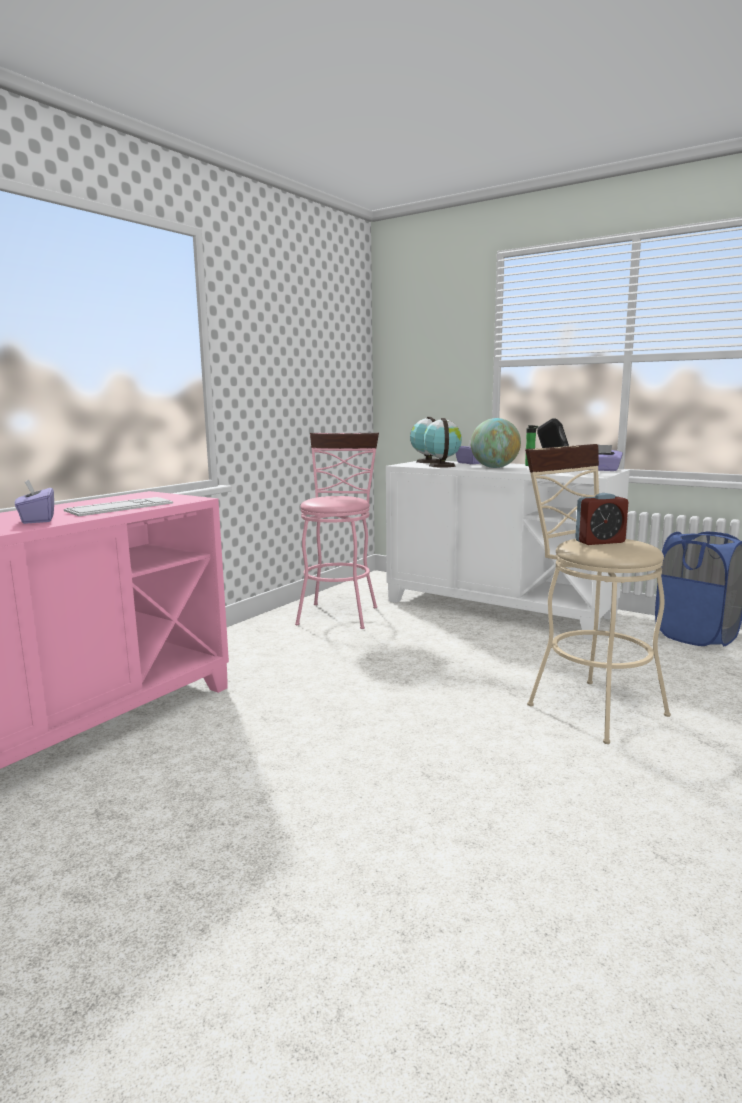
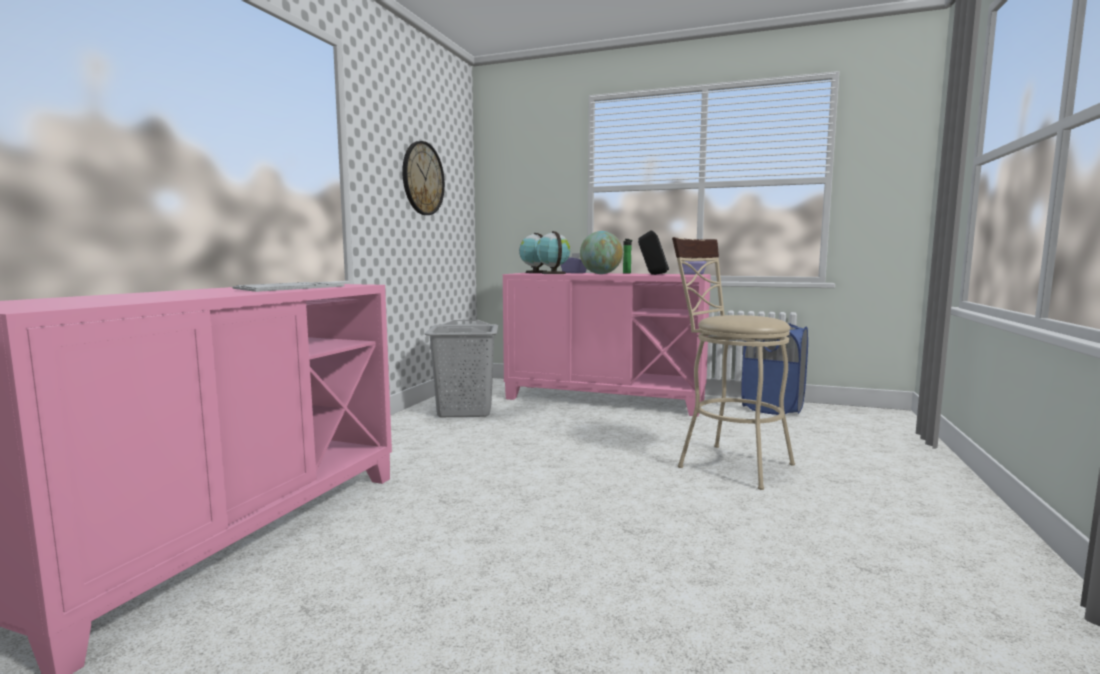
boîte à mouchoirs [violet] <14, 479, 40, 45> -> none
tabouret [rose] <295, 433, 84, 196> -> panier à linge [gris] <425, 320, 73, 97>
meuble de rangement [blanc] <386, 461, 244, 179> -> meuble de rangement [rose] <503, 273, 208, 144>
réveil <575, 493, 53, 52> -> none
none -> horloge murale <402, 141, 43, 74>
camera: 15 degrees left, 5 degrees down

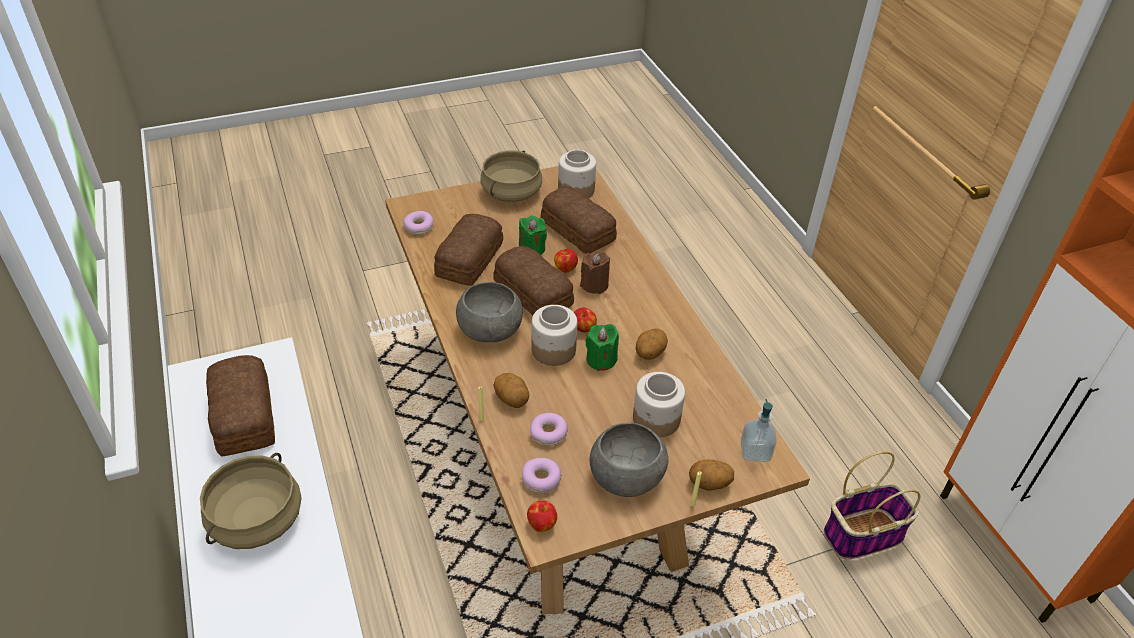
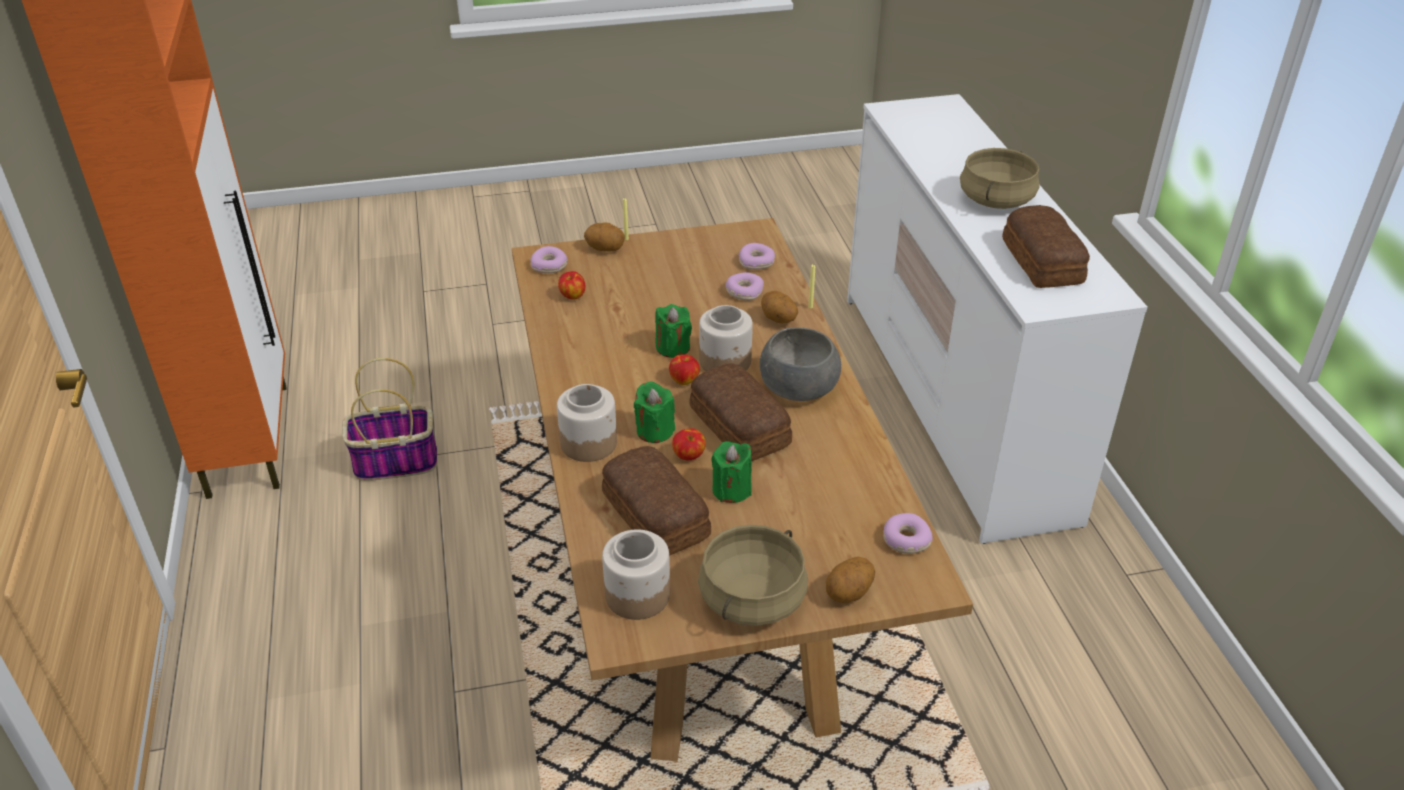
pain <434, 214, 69, 72> -> none
pomme <527, 500, 30, 32> -> pomme <558, 271, 27, 29>, move
bougie [marron] <580, 251, 30, 43> -> bougie [vert] <634, 381, 41, 62>
bol [gris] <590, 423, 79, 74> -> none
bocal <633, 372, 52, 65> -> bocal <557, 384, 60, 78>, move
pomme de terre <636, 328, 32, 32> -> pomme de terre <826, 557, 49, 46>, move
distributeur de savon <741, 399, 35, 63> -> beignet <531, 246, 37, 27>
camera: 170 degrees left, 5 degrees down

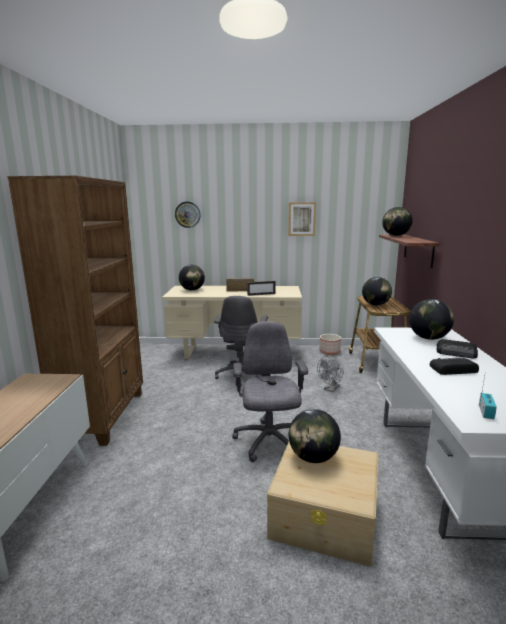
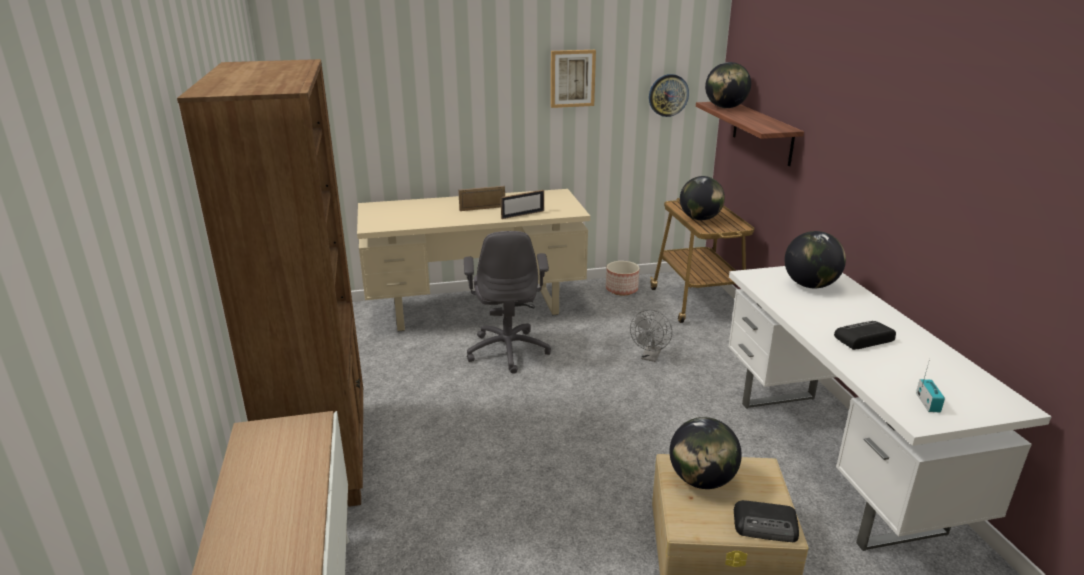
horloge murale <175, 202, 26, 26> -> horloge murale <649, 74, 40, 43>, move
globe <179, 265, 26, 25> -> none
chaise de bureau [gris] <232, 321, 76, 141> -> none
radio <436, 339, 42, 20> -> radio <734, 500, 65, 42>, move
camera: 15 degrees left, 10 degrees up

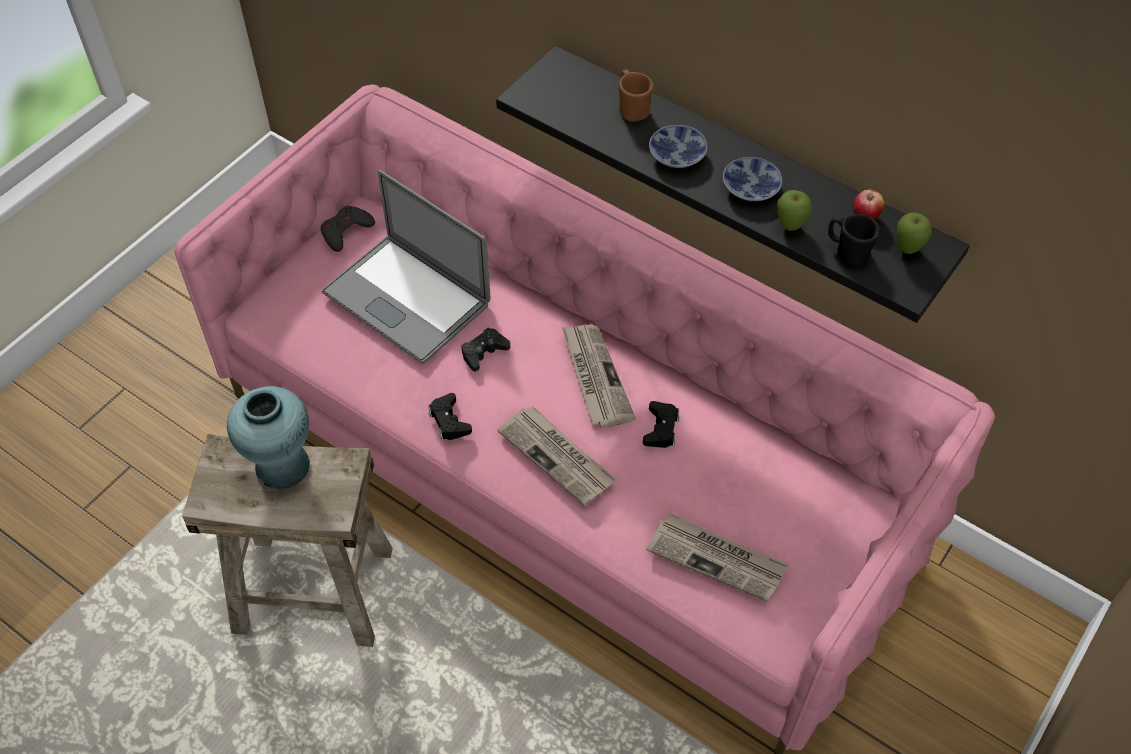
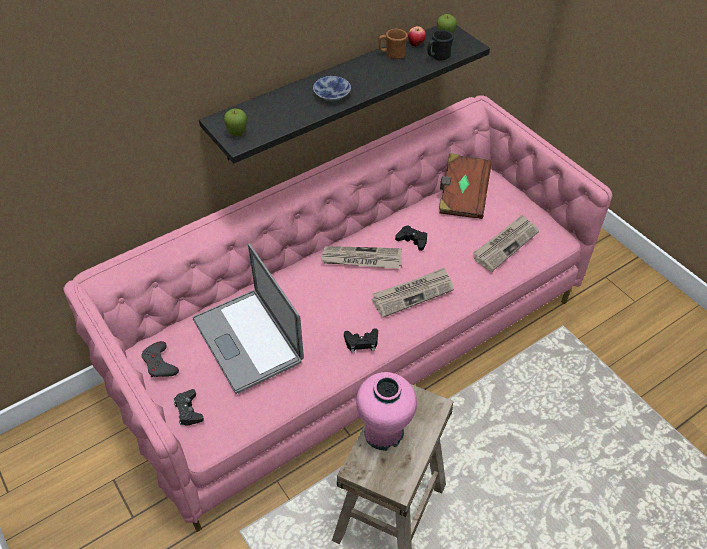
vase [turquoise] <227, 386, 83, 103> -> vase [rose] <356, 372, 61, 79>
ordinateur portable <322, 169, 169, 195> -> ordinateur portable <192, 244, 112, 150>, 90 degrees clockwise
manette [noir] <461, 328, 49, 43> -> manette [noir] <173, 389, 31, 37>, move
mug [marron] <619, 70, 35, 52> -> mug [marron] <378, 29, 30, 30>, move
bol <723, 157, 59, 44> -> none
pomme <778, 190, 34, 41> -> pomme <224, 109, 23, 27>, move
none -> livre [marron] <439, 153, 53, 66>
camera: 70 degrees left, 5 degrees down

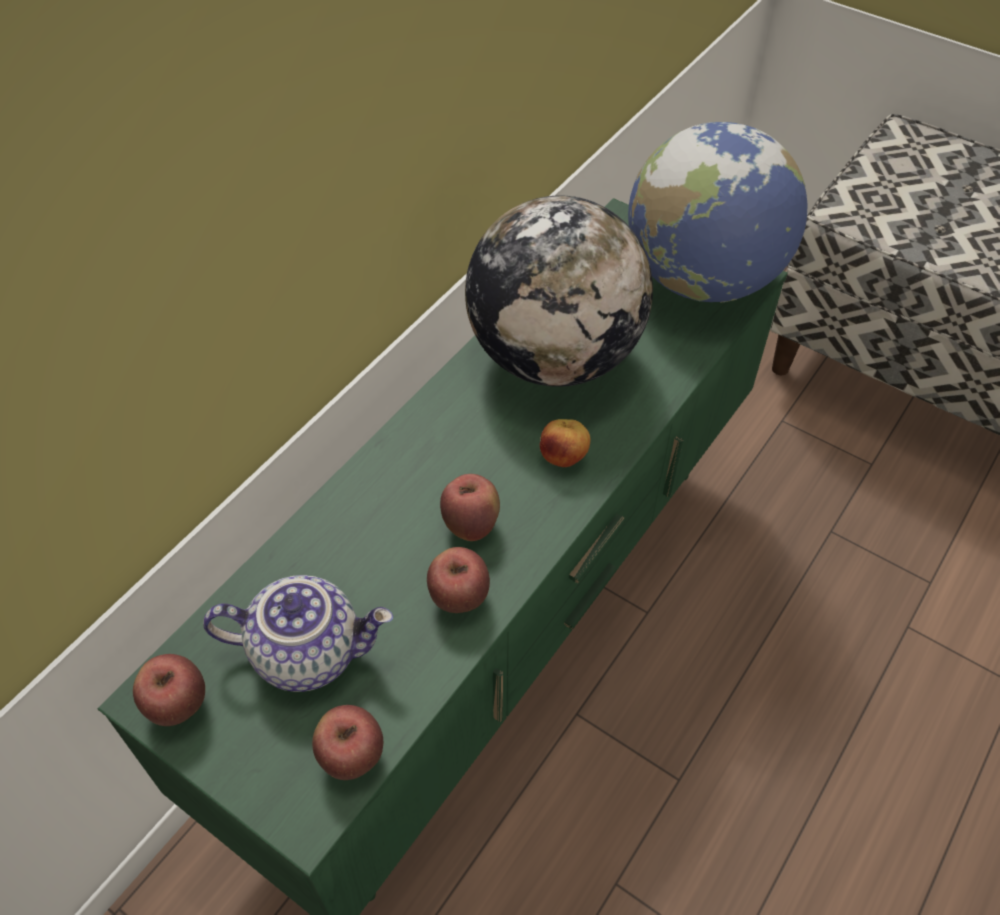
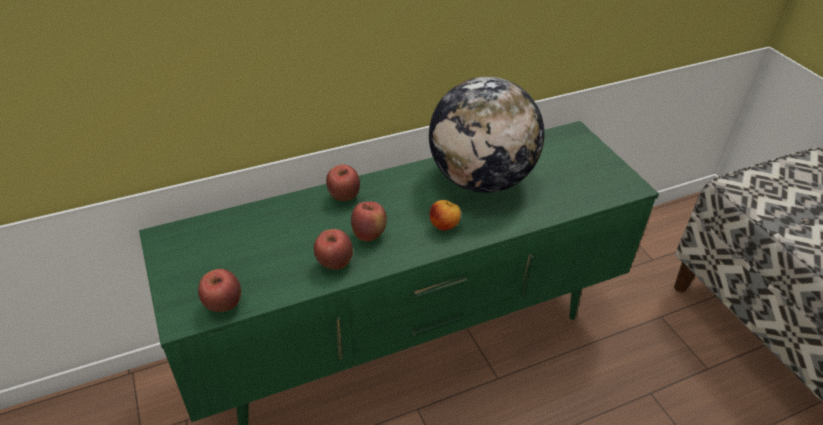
pomme <133, 654, 72, 72> -> pomme <326, 164, 34, 37>, move
théière <203, 575, 190, 117> -> none
globe <628, 122, 179, 181> -> none
camera: 30 degrees right, 10 degrees down

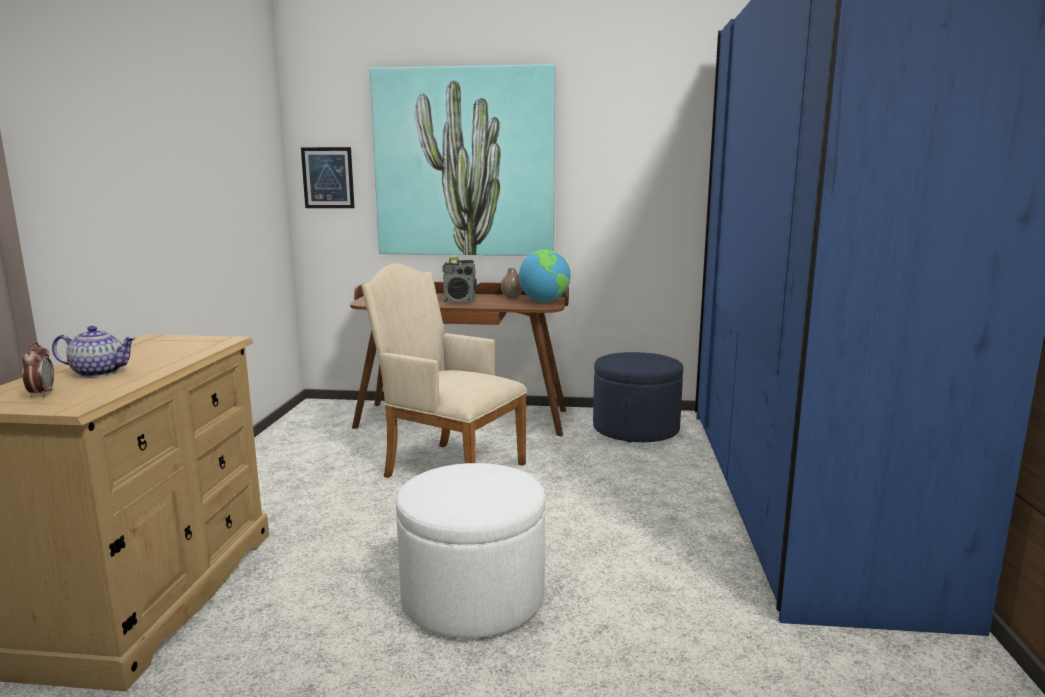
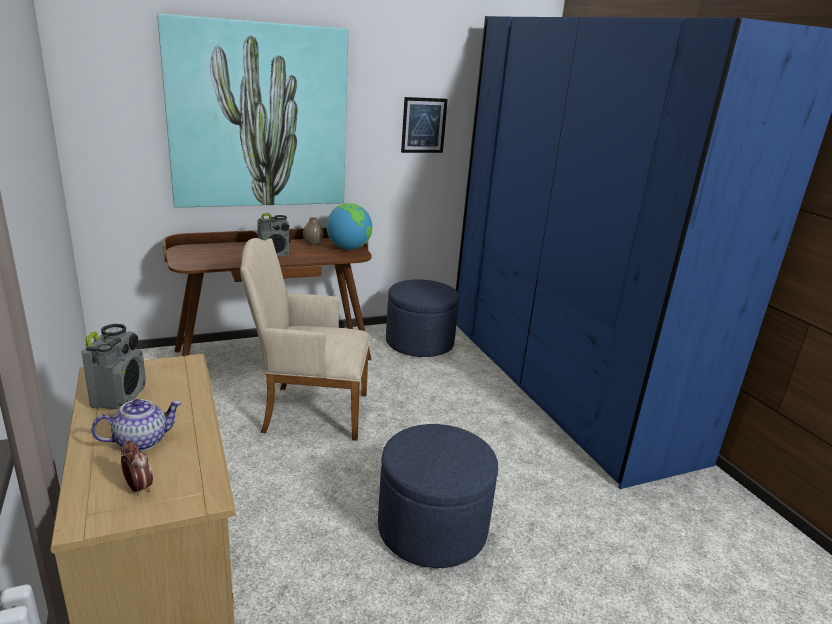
tableau <301, 147, 53, 61> -> tableau <401, 97, 47, 56>, move
pouf [blanc] <396, 463, 149, 175> -> pouf [bleu] <378, 424, 120, 144>
none -> radio <81, 324, 65, 85>
camera: 30 degrees left, 10 degrees up

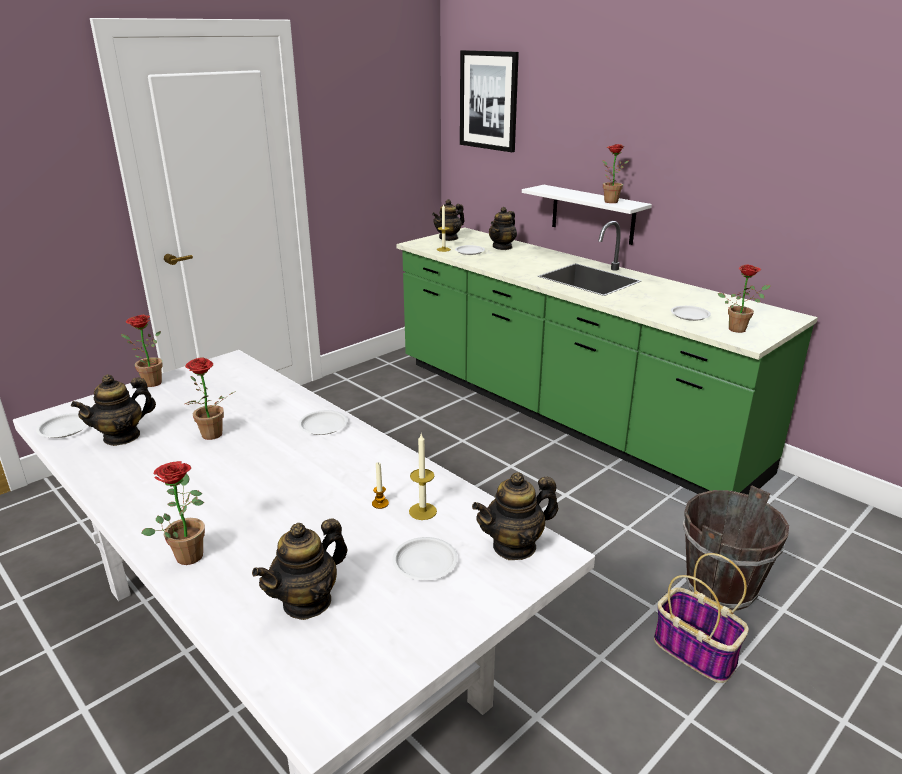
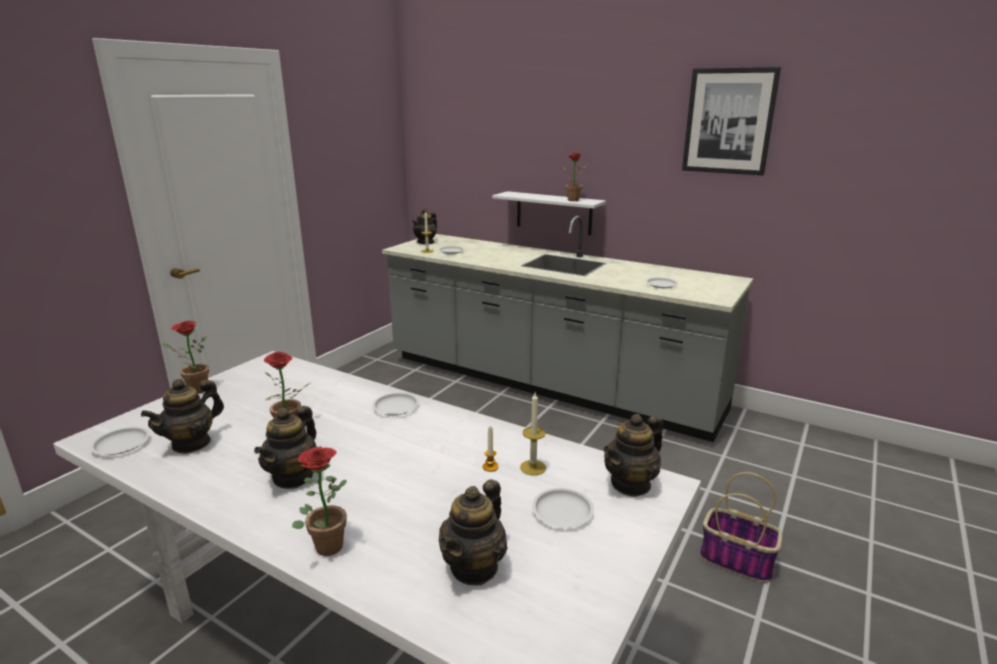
comptoir de cuisine [vert] <396, 221, 422, 274> -> comptoir de cuisine [gris] <382, 216, 371, 226>
tableau <460, 50, 59, 102> -> tableau <682, 67, 99, 109>, move
théière <489, 207, 28, 43> -> théière <254, 406, 62, 83>, move
seau [marron] <683, 486, 106, 125> -> none
plante en pot <718, 265, 52, 68> -> none
camera: 15 degrees left, 5 degrees down

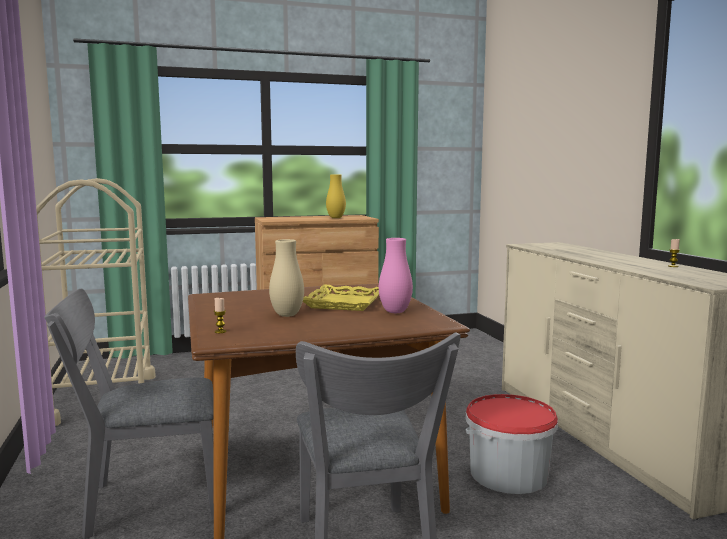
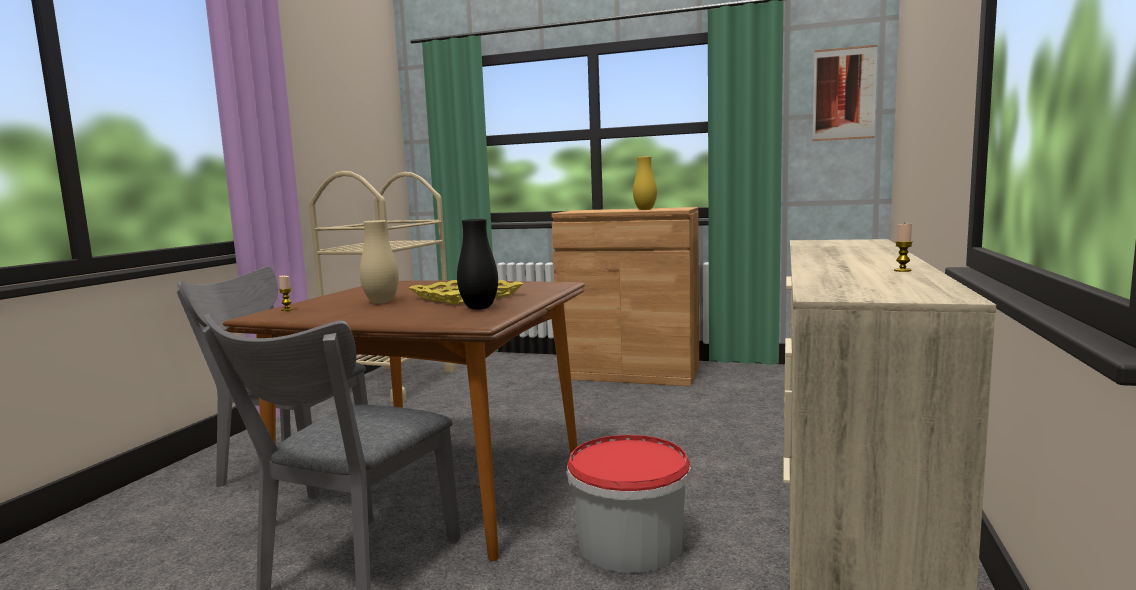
vase [rose] <379, 238, 34, 75> -> vase [noir] <457, 219, 41, 91>
none -> tableau <813, 45, 65, 96>
camera: 35 degrees right, 0 degrees up

